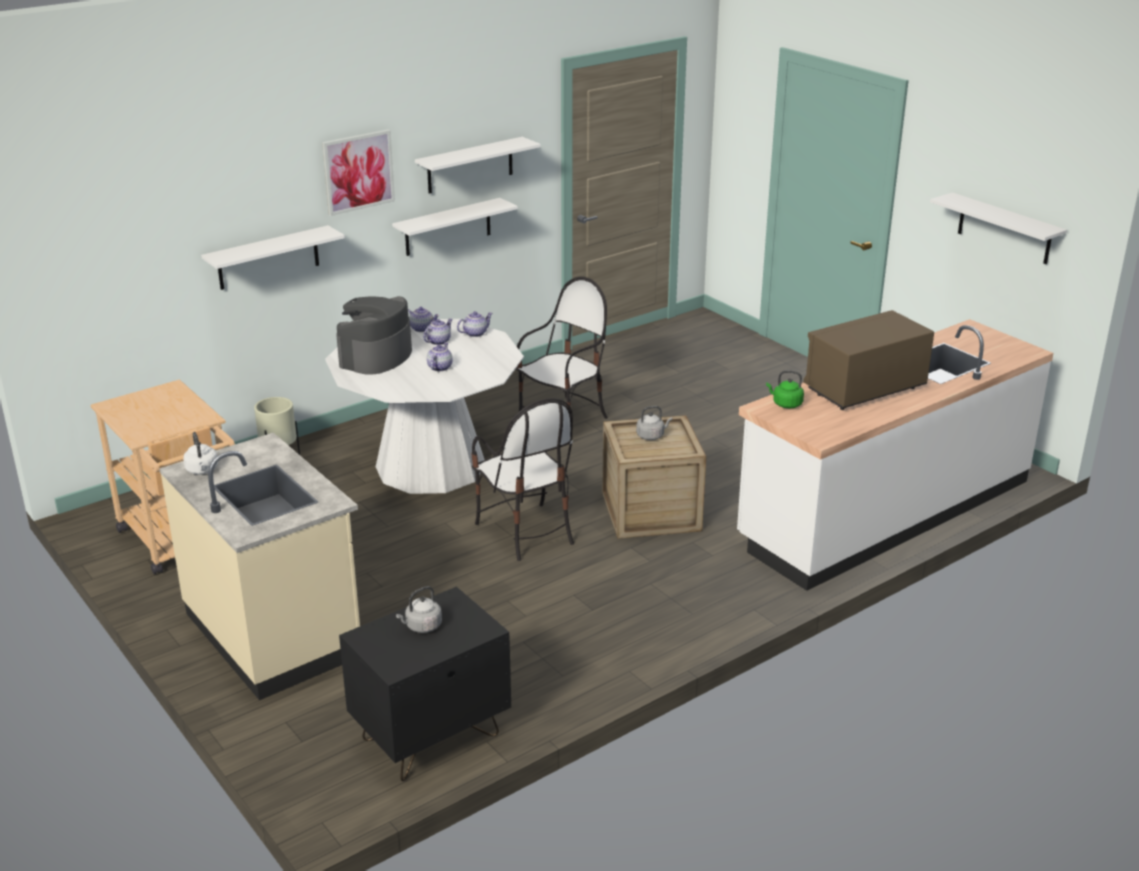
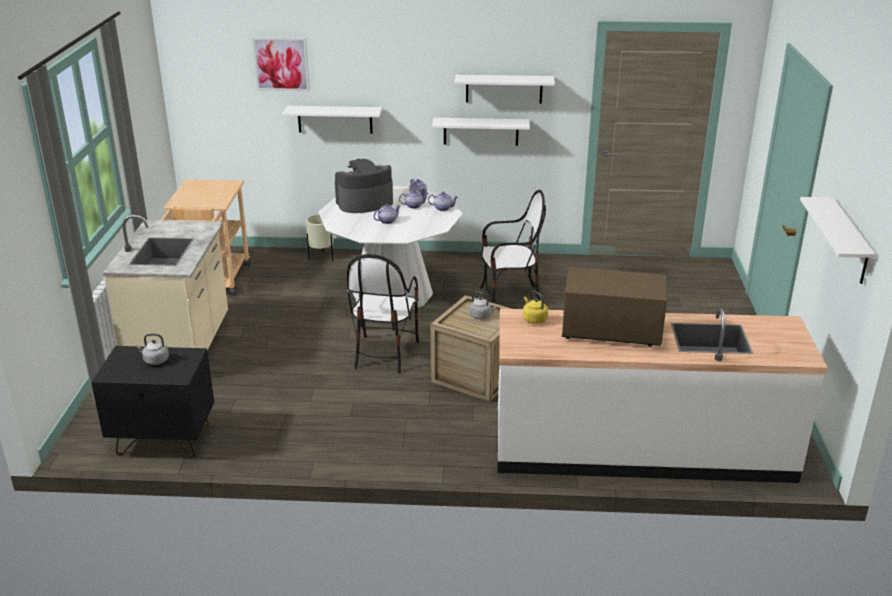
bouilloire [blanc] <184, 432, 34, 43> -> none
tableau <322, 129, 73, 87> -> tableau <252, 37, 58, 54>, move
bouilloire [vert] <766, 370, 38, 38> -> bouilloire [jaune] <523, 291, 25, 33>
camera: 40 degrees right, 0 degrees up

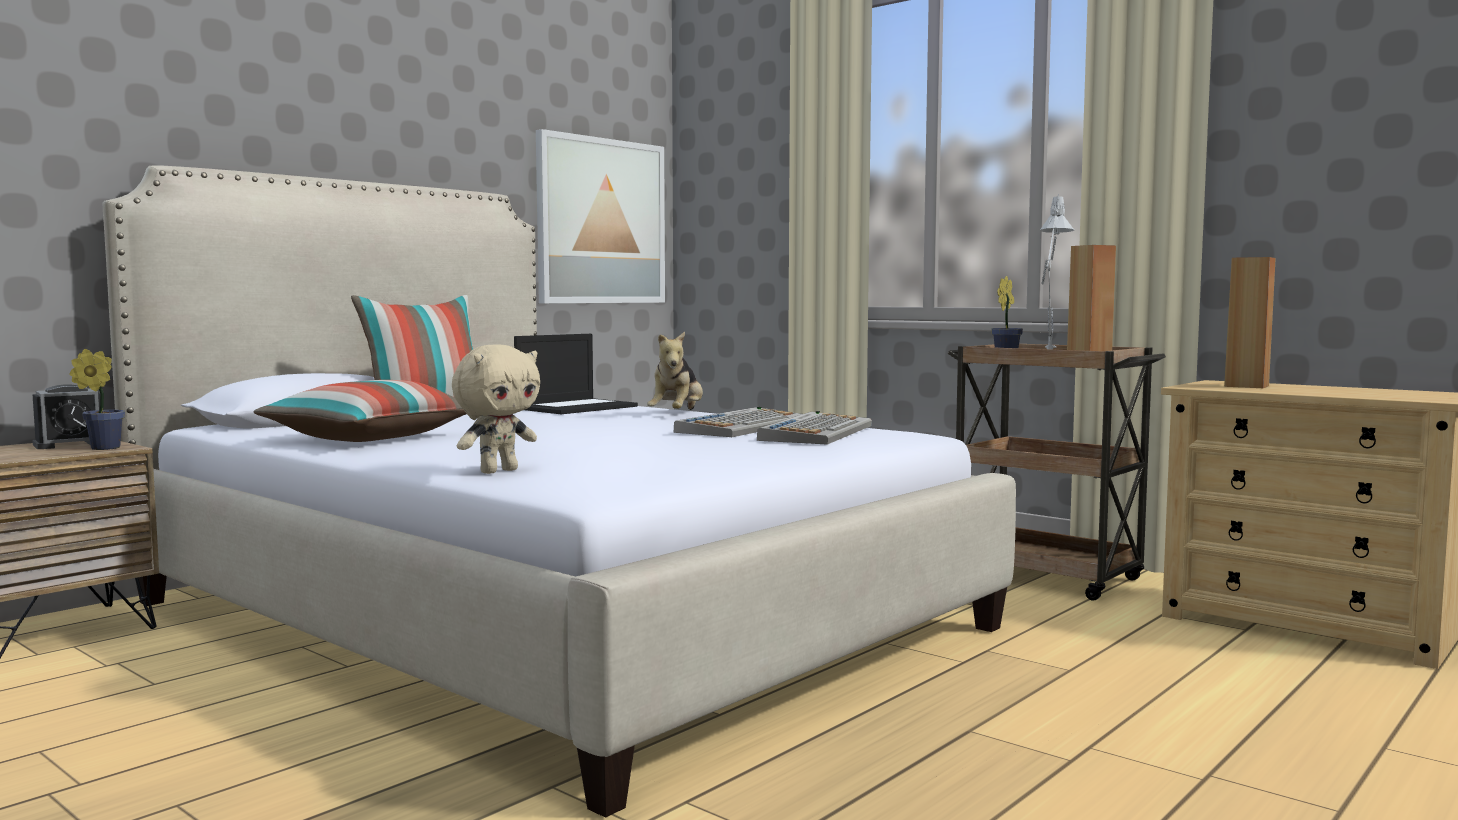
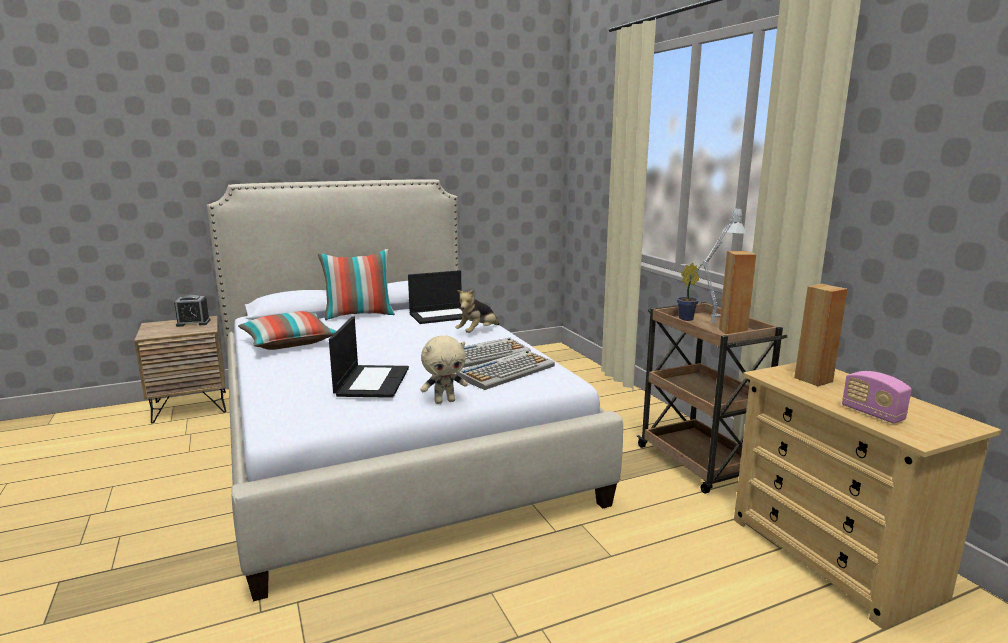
plante en pot <70, 349, 55, 101> -> none
peluche [beige] <452, 344, 88, 130> -> peluche [beige] <420, 335, 48, 69>, move
tableau <536, 129, 129, 174> -> none
none -> ordinateur portable <329, 316, 80, 82>
none -> radio <842, 371, 70, 53>
camera: 25 degrees right, 10 degrees up

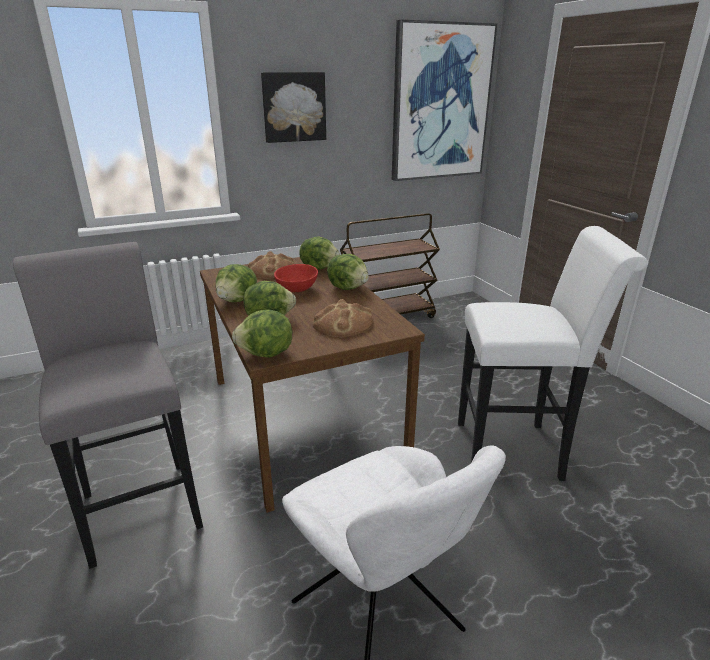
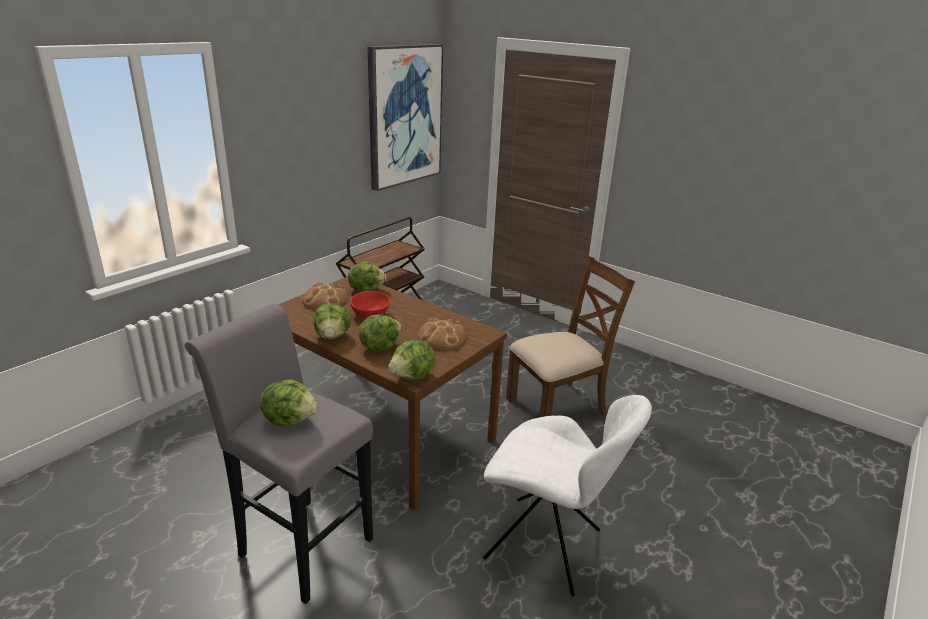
tableau <261, 72, 65, 71> -> none
laitue <327, 254, 42, 36> -> laitue <260, 379, 58, 47>, move
tabouret [blanc] <458, 226, 190, 255> -> chaise [marron] <506, 256, 129, 161>
camera: 30 degrees left, 0 degrees up

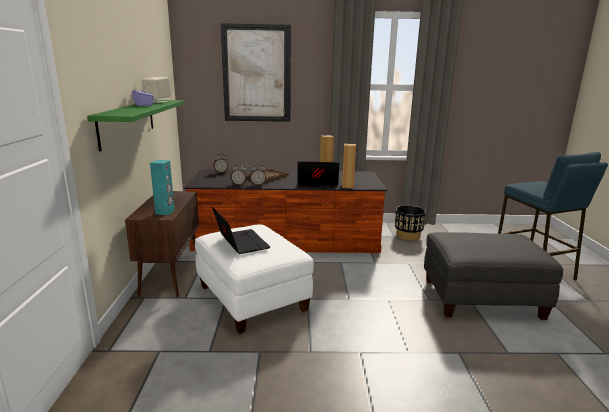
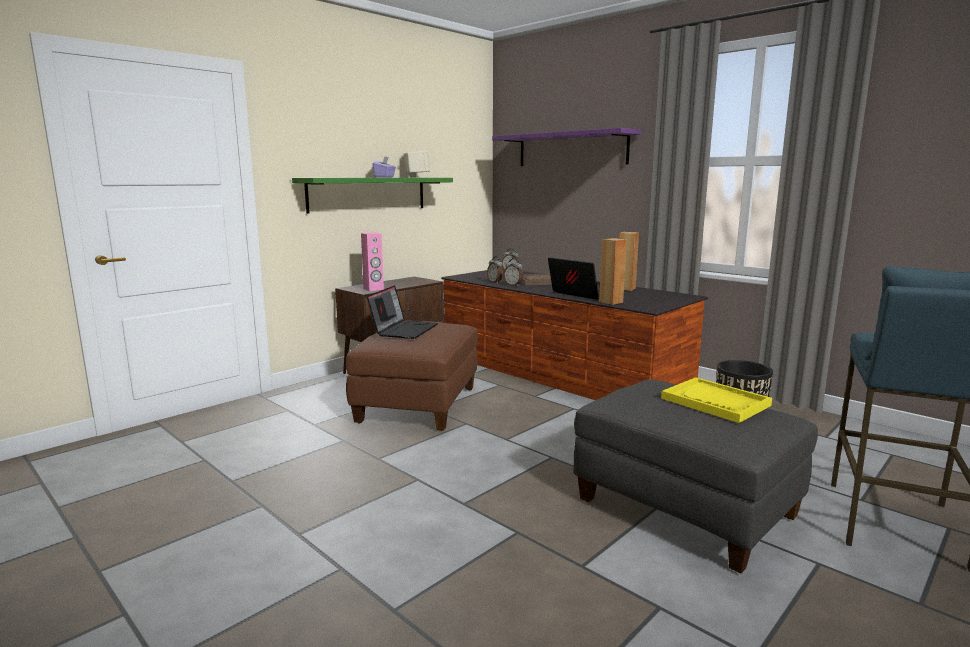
enceinte [turquoise] <150, 160, 25, 55> -> enceinte [rose] <361, 232, 23, 59>
pouf [blanc] <195, 224, 119, 110> -> pouf [marron] <346, 321, 132, 110>
tableau <221, 23, 70, 99> -> étagère [violet] <492, 128, 149, 38>
none -> plateau [jaune] <661, 377, 111, 46>
camera: 45 degrees right, 5 degrees down

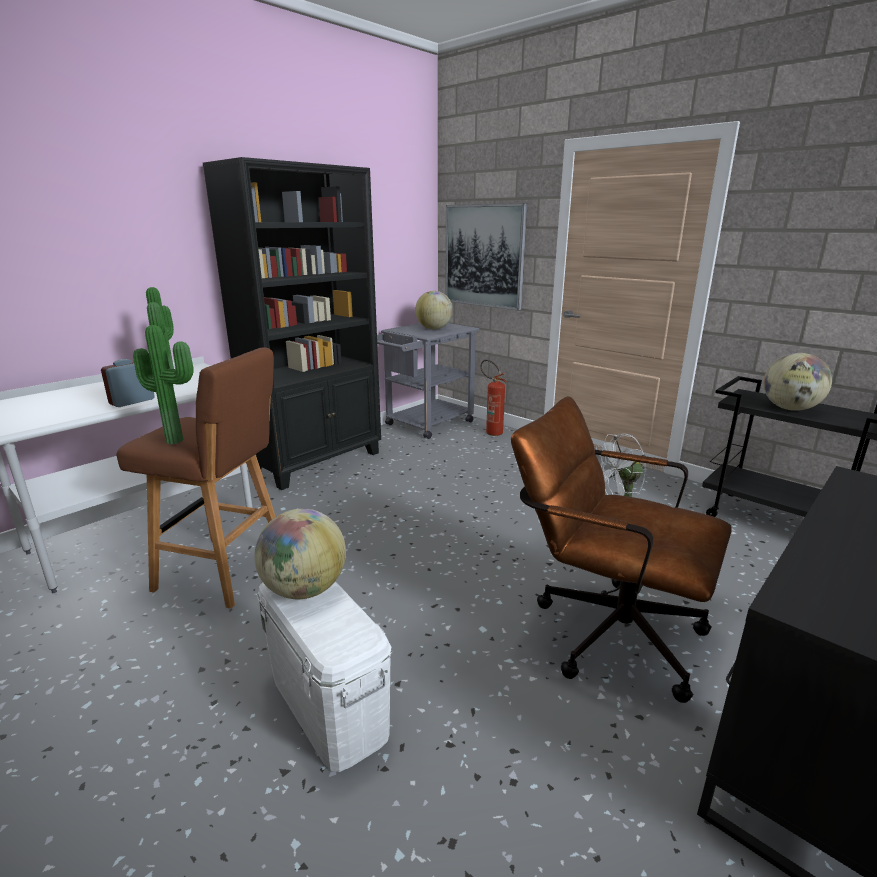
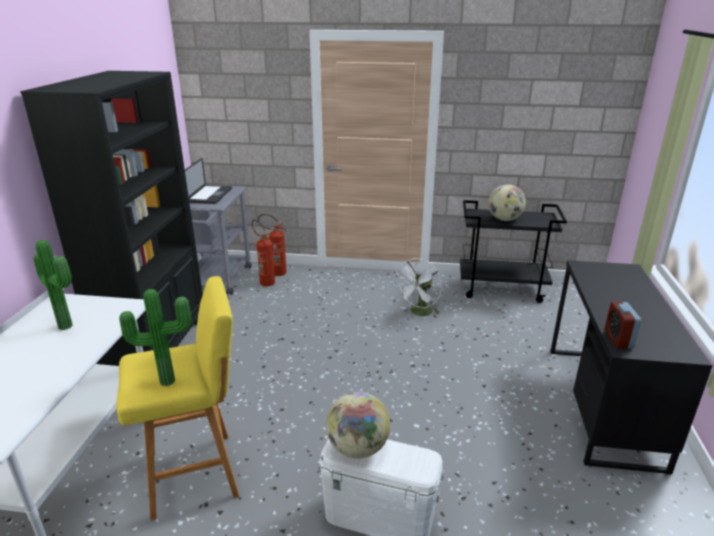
réveil <101, 359, 54, 48> -> réveil <605, 302, 36, 47>, move
tabouret [marron] <116, 347, 160, 262> -> tabouret [jaune] <116, 276, 123, 244>
globe <415, 291, 38, 38> -> ordinateur portable <185, 158, 47, 46>
tableau <445, 203, 82, 108> -> none
chaise de bureau [marron] <511, 396, 221, 307> -> none
none -> extincteur <252, 220, 23, 66>
camera: 35 degrees left, 5 degrees up

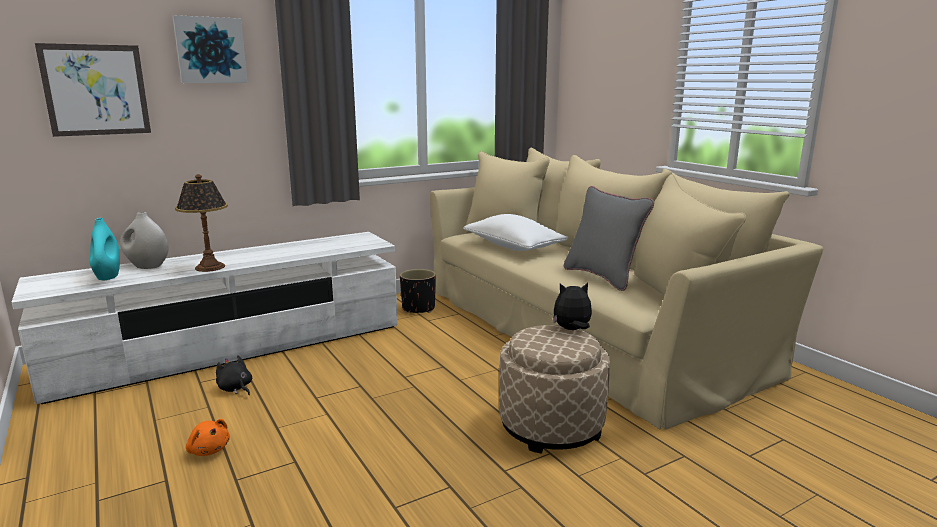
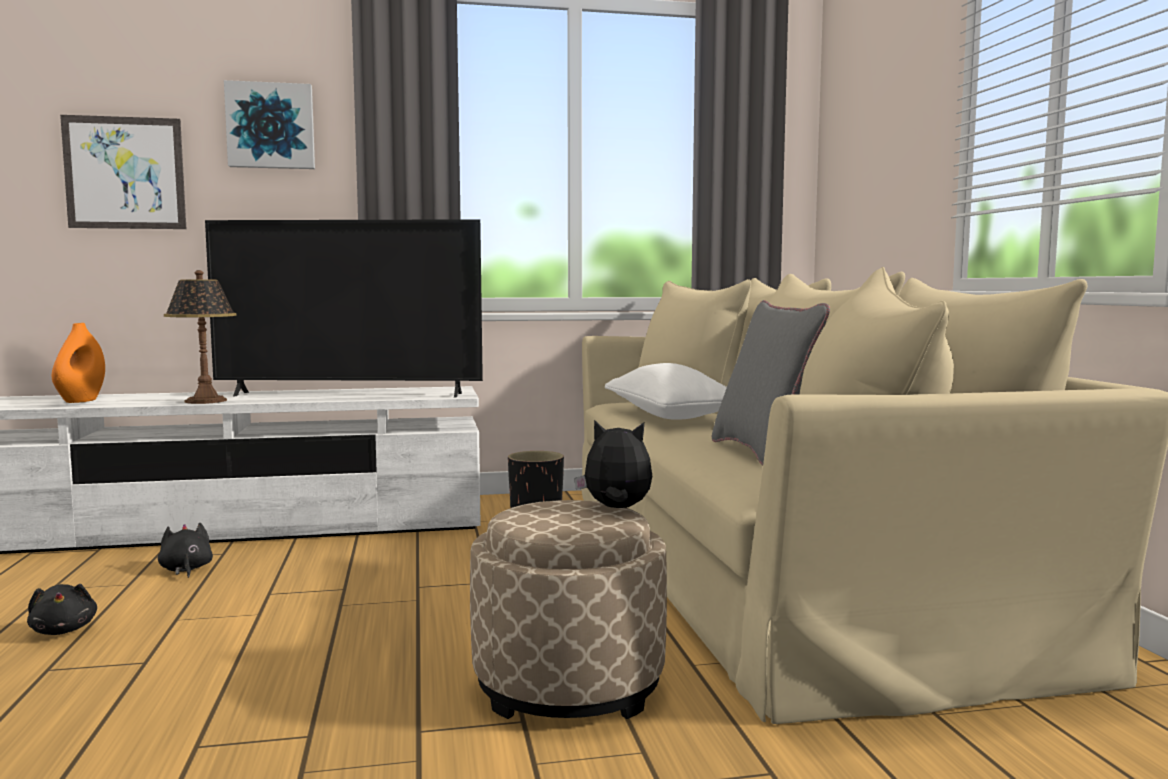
vase [turquoise] <90, 218, 30, 62> -> vase [orange] <51, 323, 54, 80>
vase [blanc] <120, 212, 49, 57> -> none
peluche [orange] <186, 419, 44, 37> -> peluche [noir] <27, 584, 70, 51>
none -> téléviseur <205, 219, 278, 178>
camera: 20 degrees right, 10 degrees down

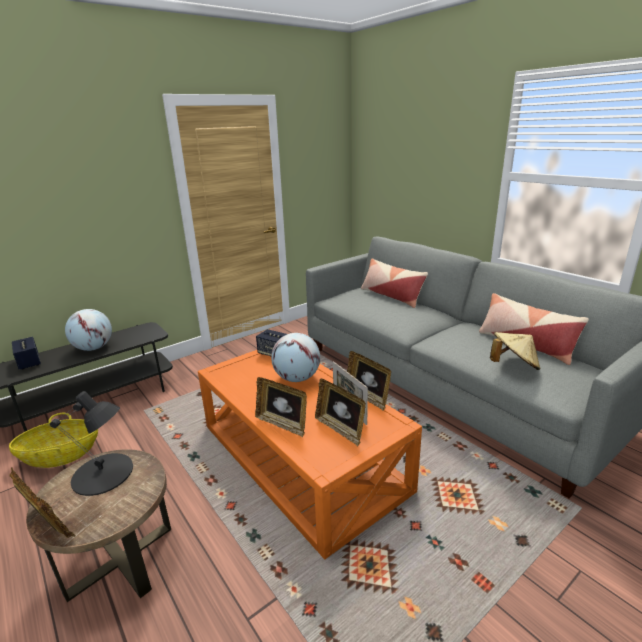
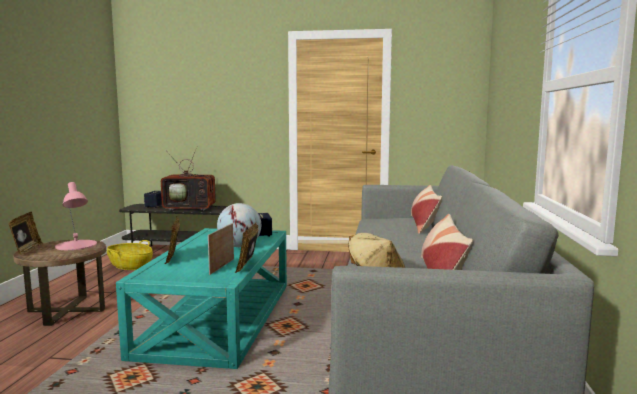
lampe de table [noir] <50, 391, 83, 105> -> lampe de table [rose] <55, 182, 42, 68>
globe <65, 309, 47, 42> -> téléviseur <161, 147, 61, 64>
table basse [orange] <198, 350, 224, 209> -> table basse [turquoise] <116, 228, 171, 141>
cadre photo <315, 379, 51, 67> -> none
camera: 45 degrees right, 15 degrees down

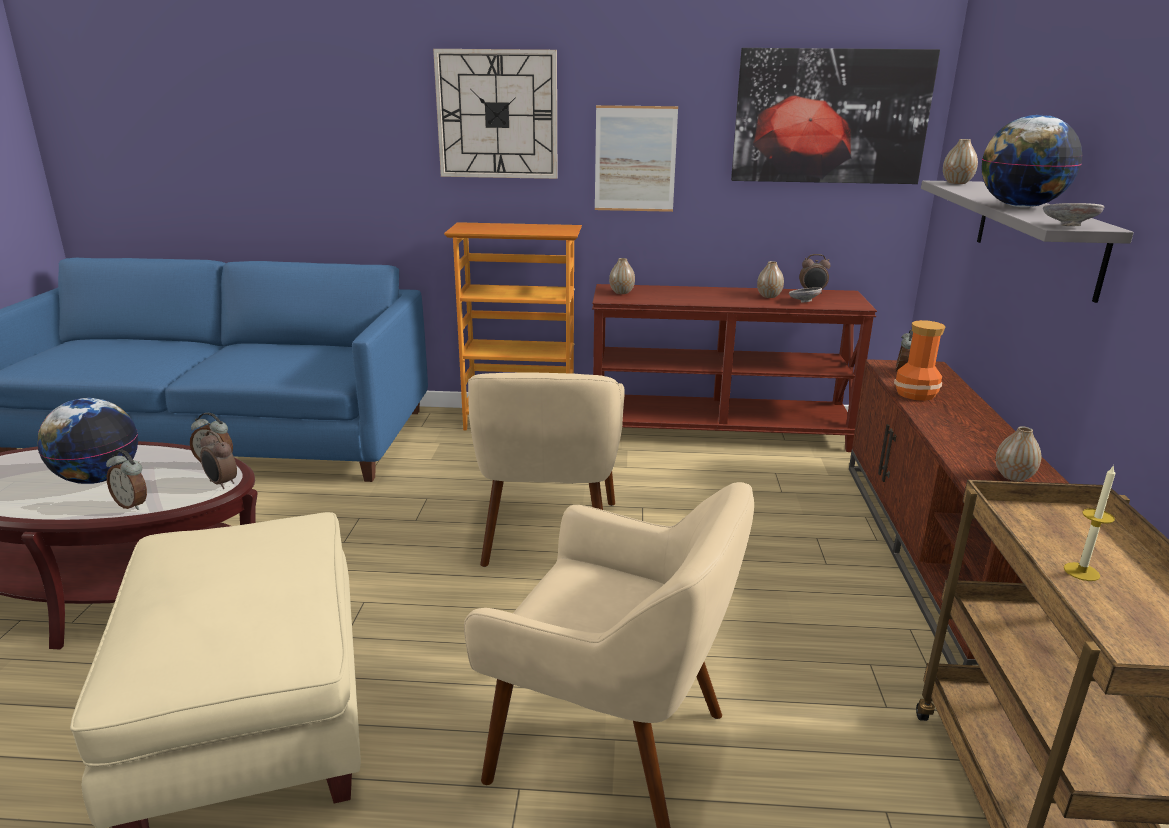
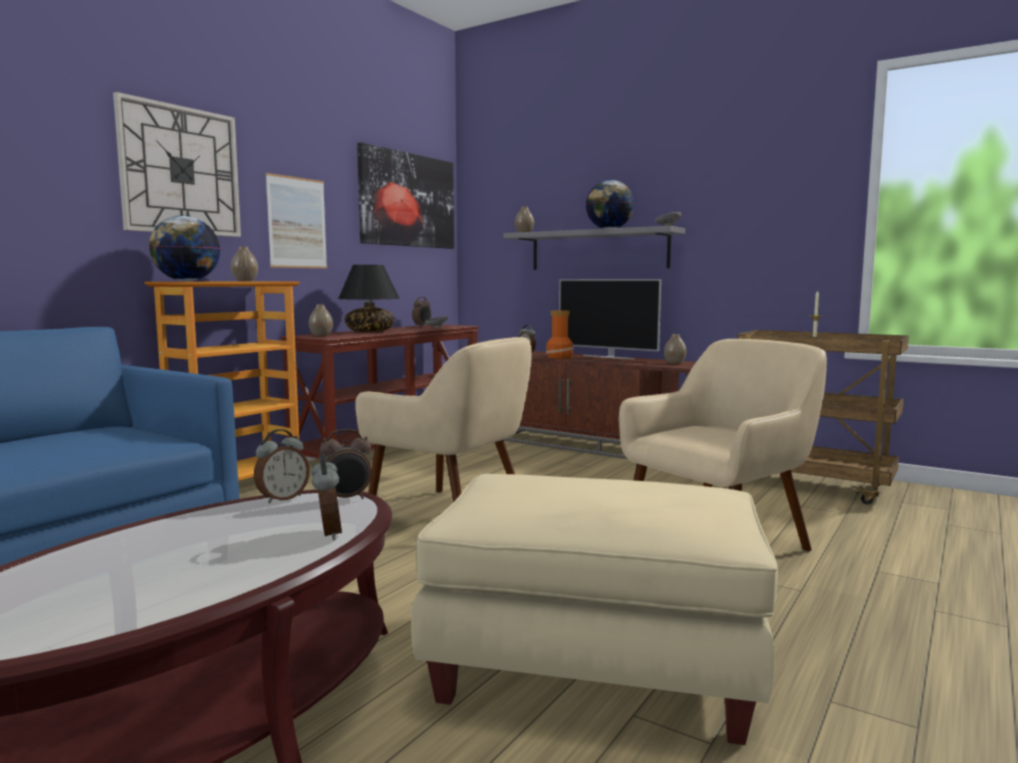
globe <37, 398, 101, 86> -> globe <149, 216, 71, 65>, move
réveil <106, 450, 41, 60> -> réveil <311, 454, 31, 86>, 75 degrees counterclockwise
vase <757, 261, 27, 37> -> vase <231, 246, 27, 35>, move
none -> lampe de table [noir] <338, 265, 62, 67>
none -> téléviseur <559, 279, 102, 80>
camera: 60 degrees left, 15 degrees down

